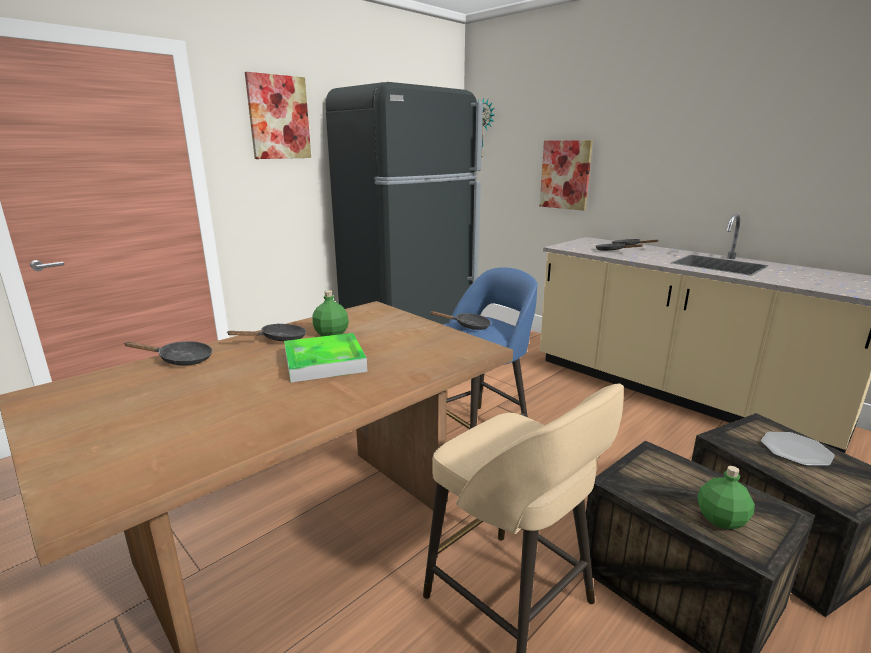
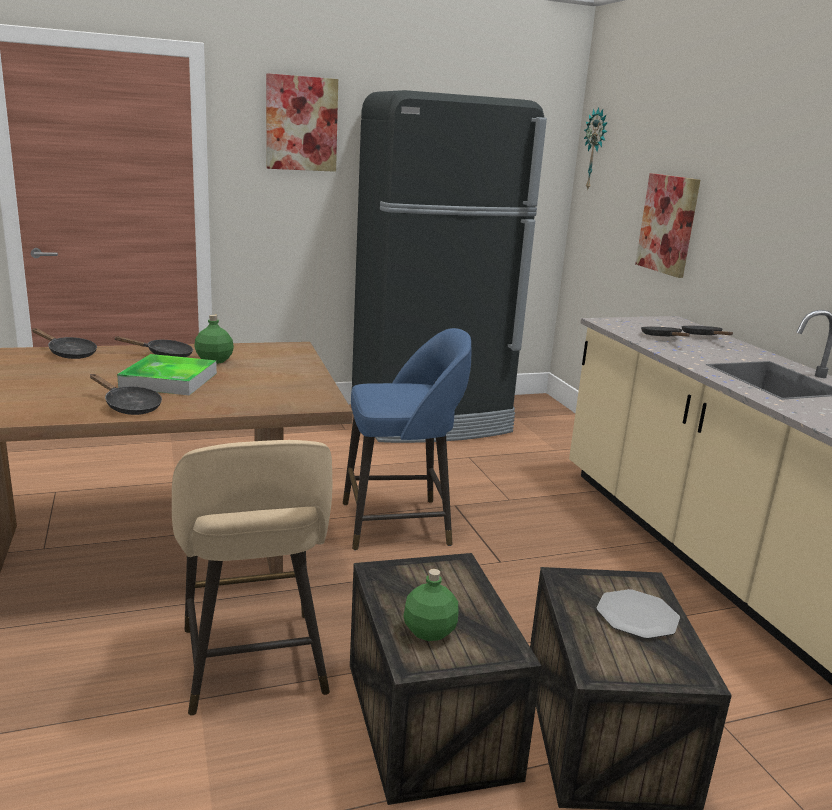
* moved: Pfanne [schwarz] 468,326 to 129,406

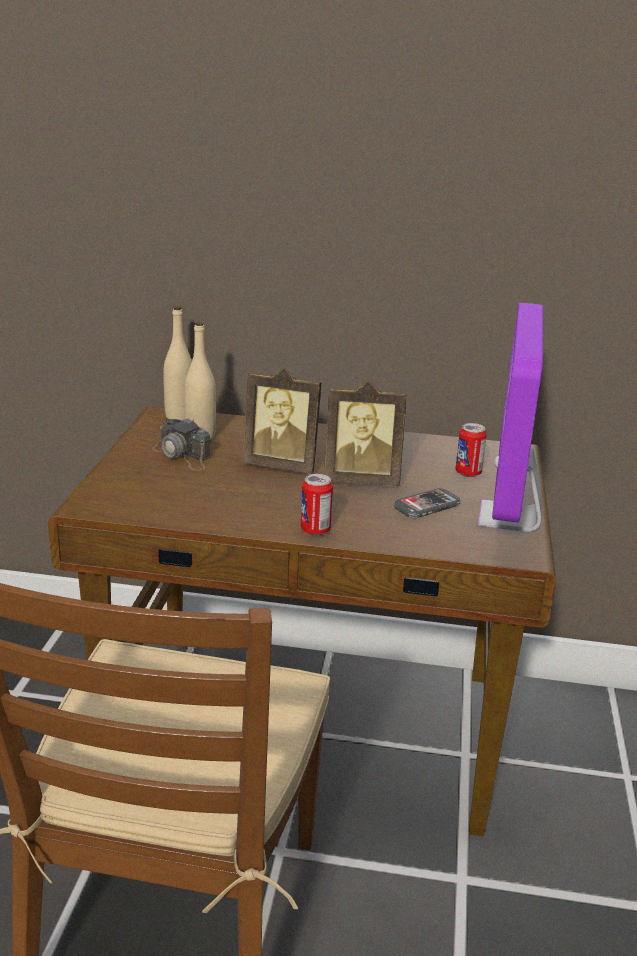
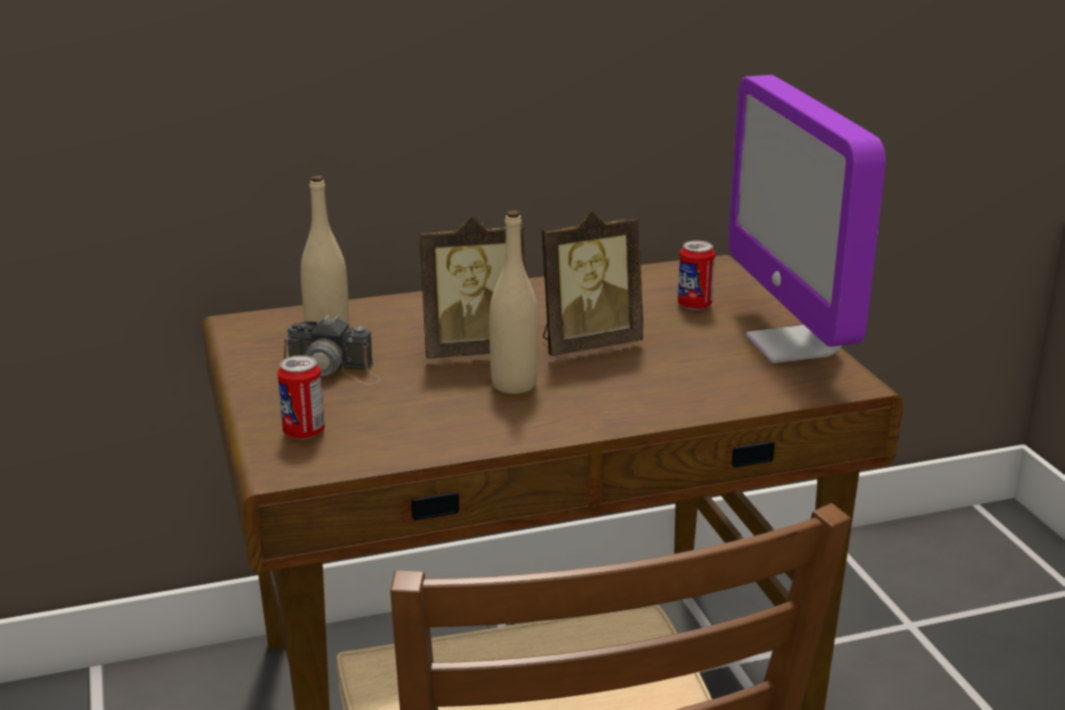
* moved: Flasche [beige] 179,417 to 514,385
* moved: Dose 315,530 to 304,432
* removed: Handy 427,505

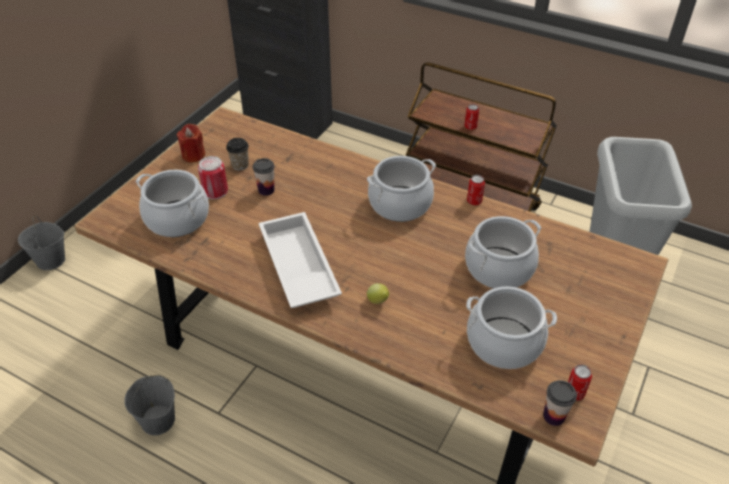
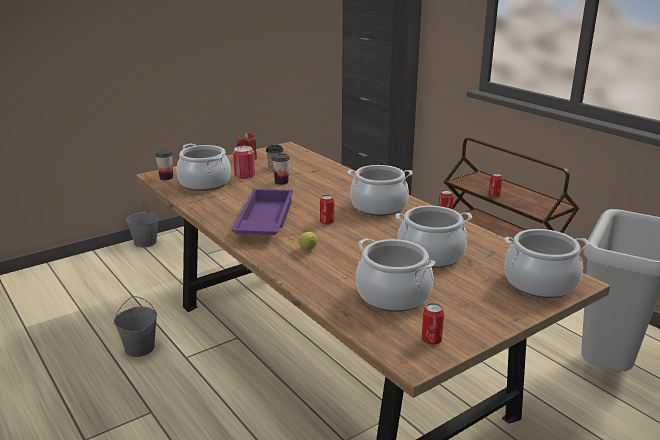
* recoloured: Tablett [weiß] 297,267 to Tablett [lila] 263,221
* moved: Tasse 554,416 to 166,177
* added: Dose 327,222
* added: Kochtopf 540,283

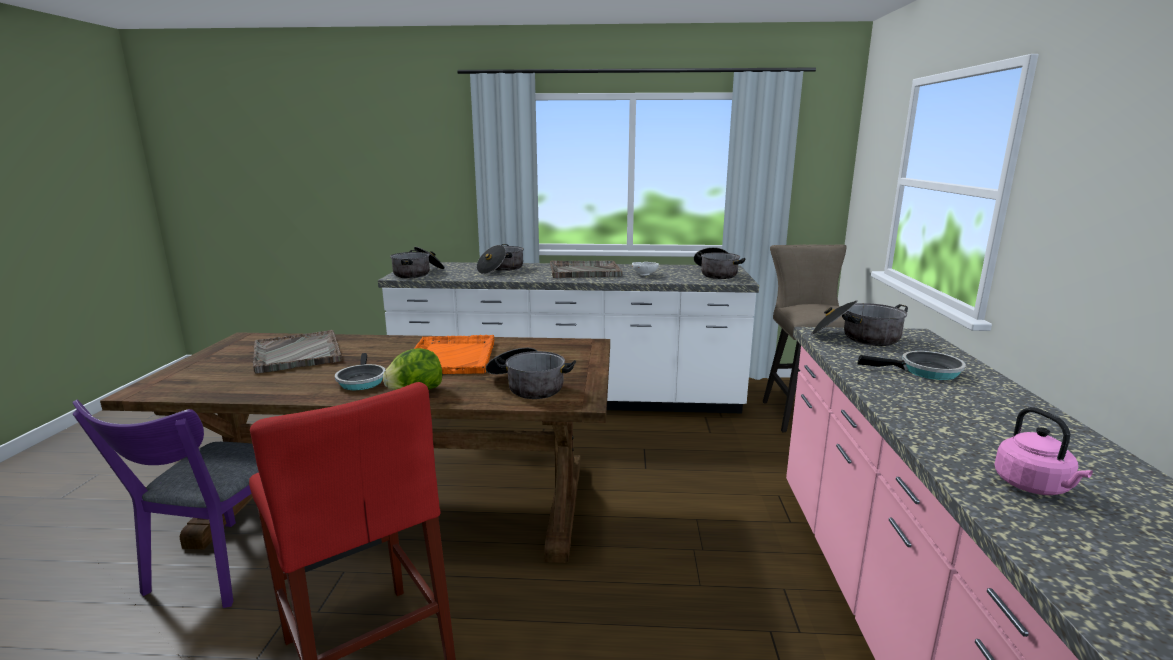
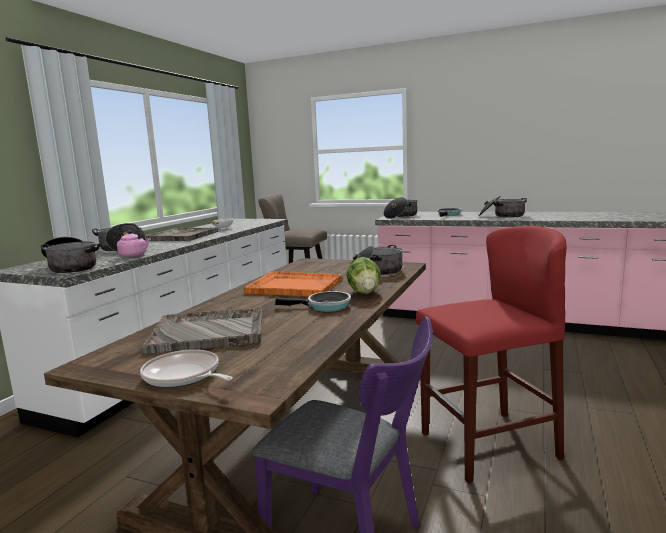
* moved: Kochtopf 716,274 to 502,216
* moved: Wasserkessel [rosa] 1034,486 to 134,256
* added: Pfanne 184,376

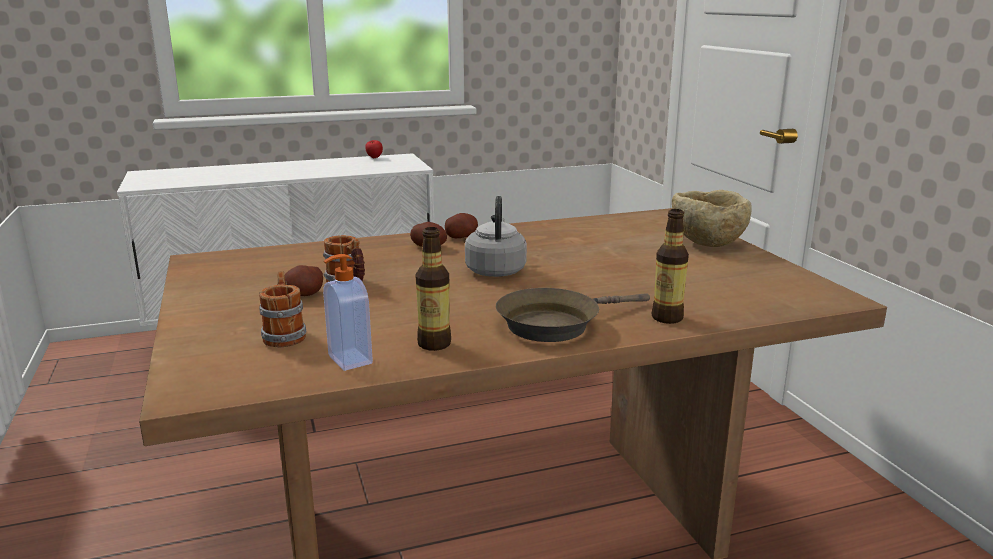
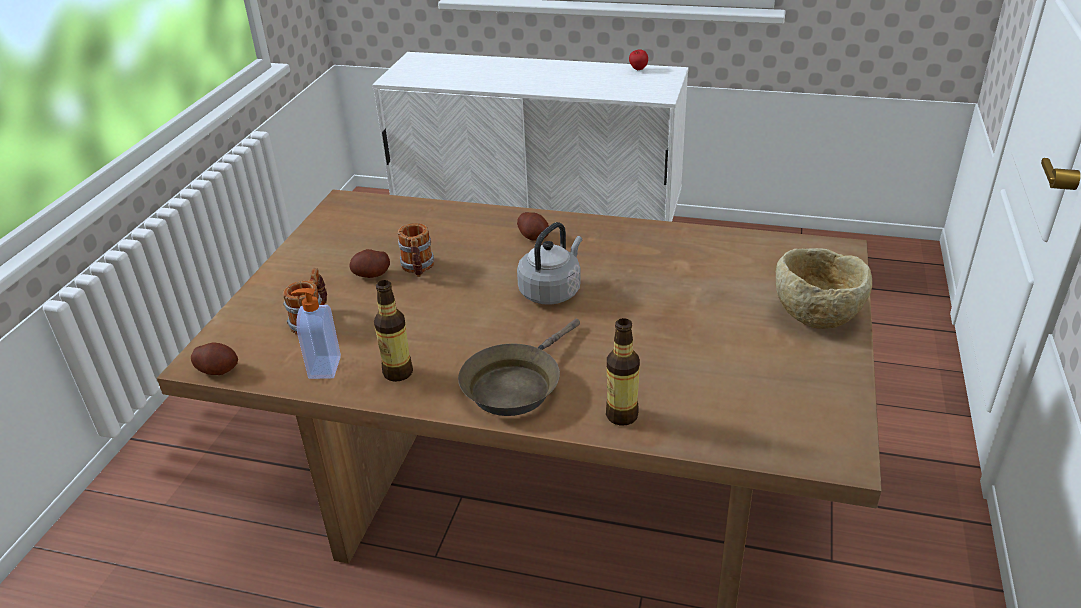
* moved: Kartoffel 461,237 to 218,370
* turned: Pfanne [braun] 555,324 = 515,385 60 degrees counterclockwise

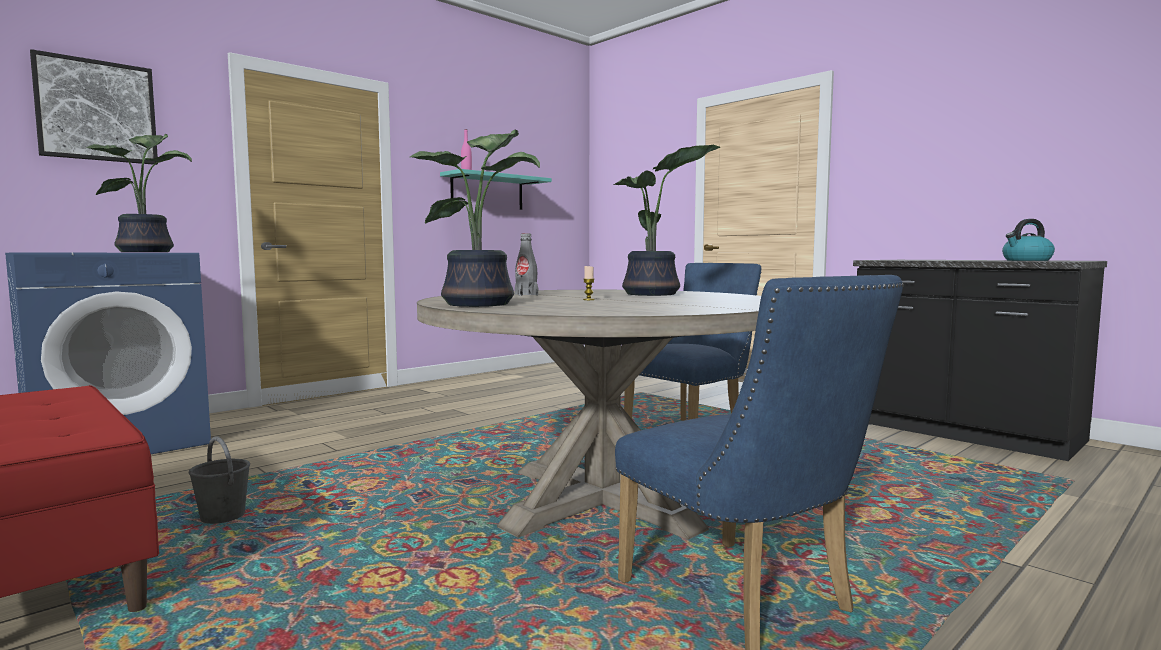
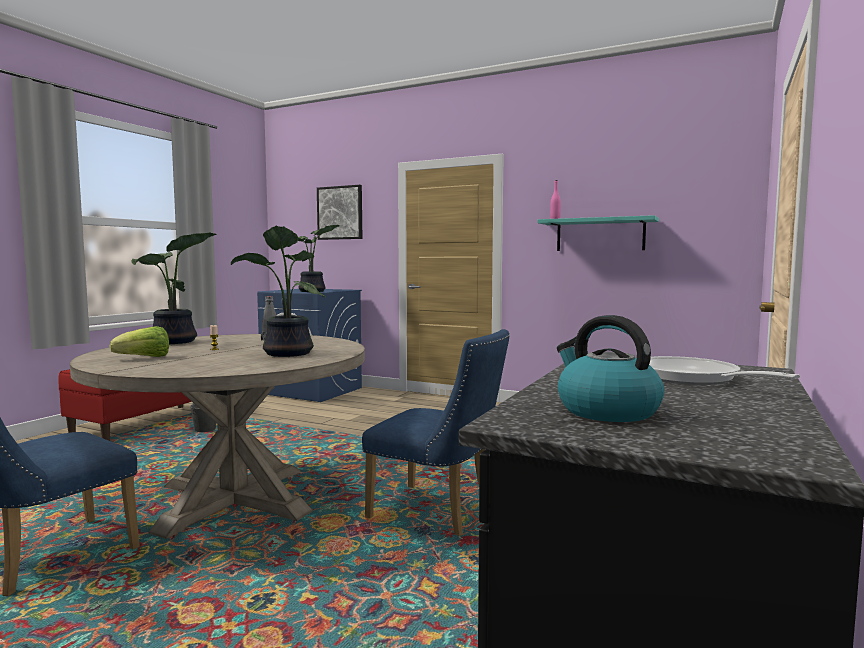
* added: Salatkopf 144,358
* added: Pfanne 692,379

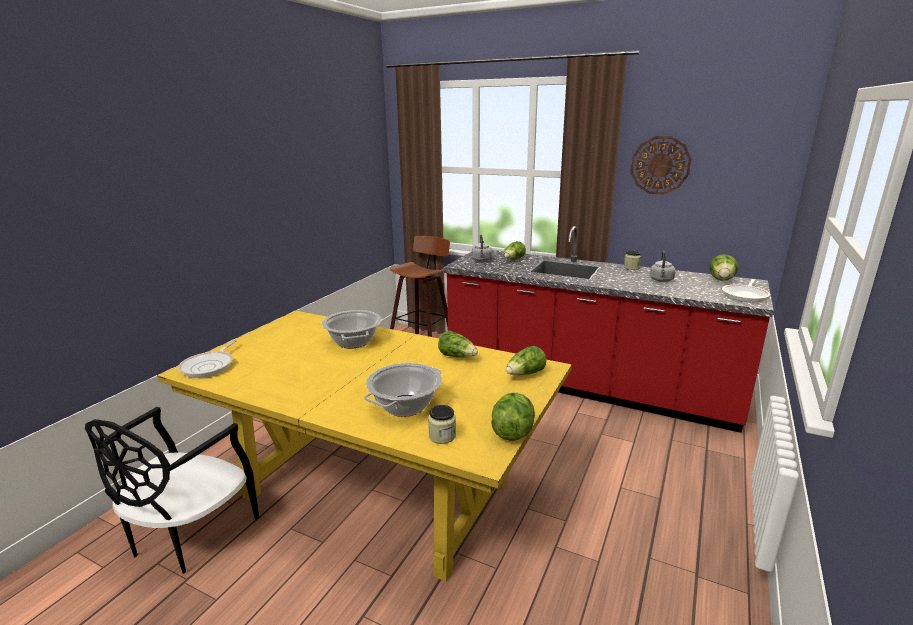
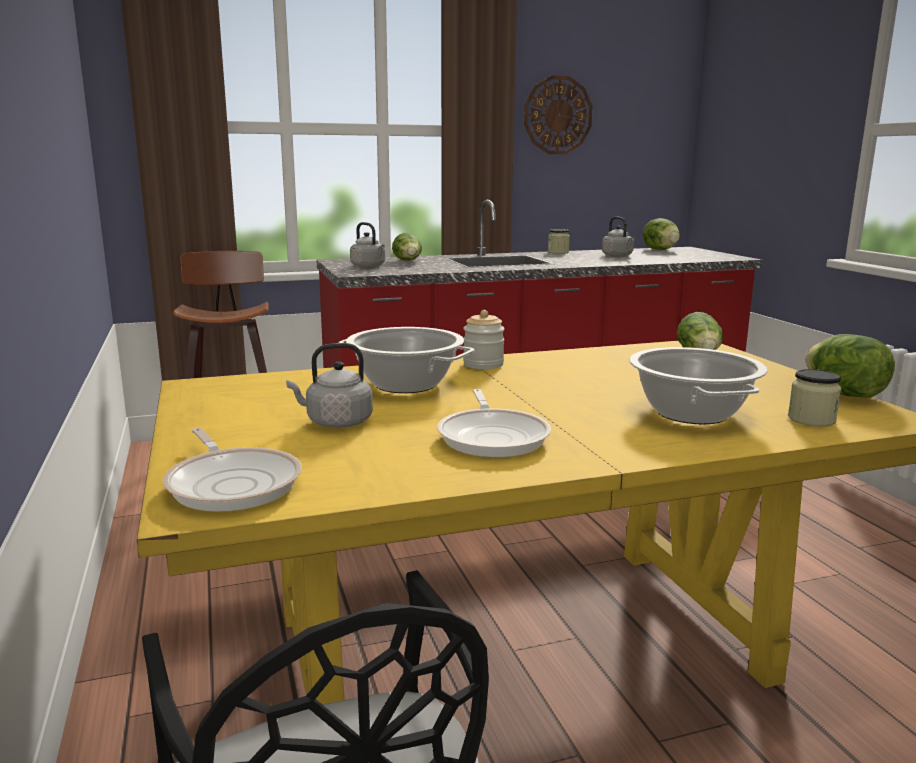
* removed: Salatkopf 457,356
* moved: Pfanne 745,295 to 493,437
* added: Wasserkessel [grau] 336,422
* added: Vorratsglas 483,364

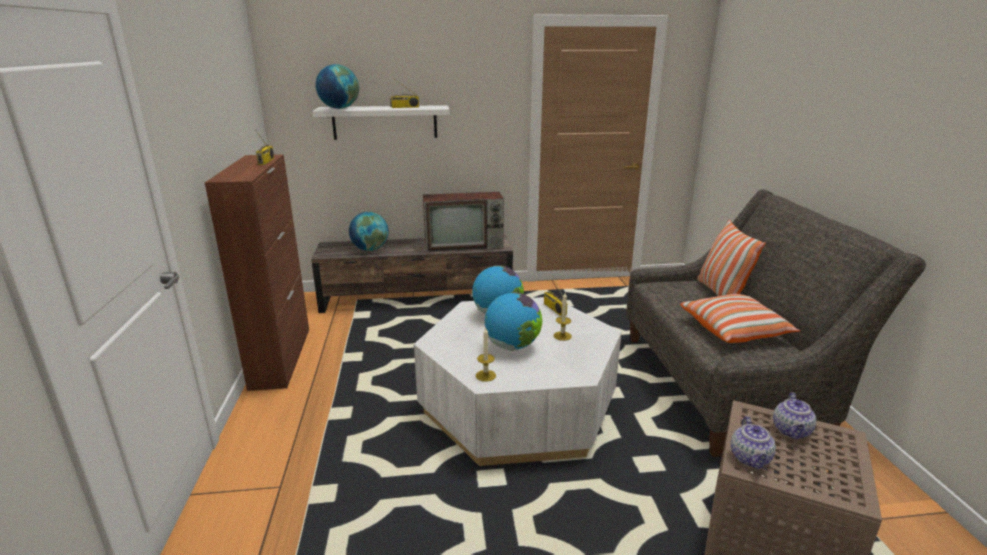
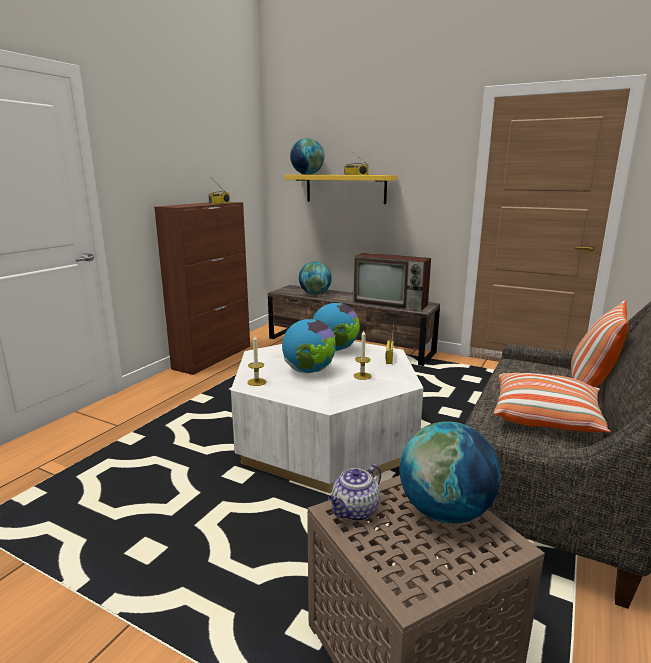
* recoloured: Wandregal [weiß] 385,122 to Wandregal [gelb] 345,189
* replaced: Teekanne 792,431 to Globus 445,512

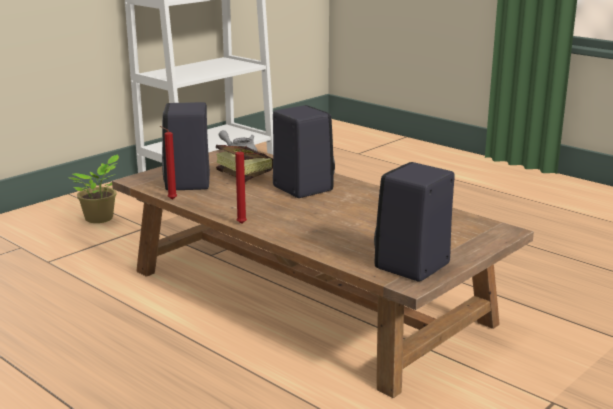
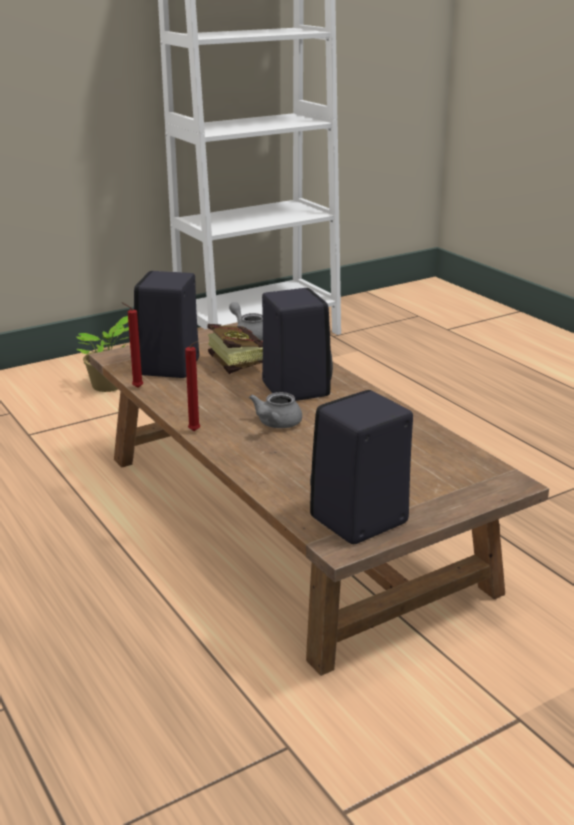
* added: Teekanne [grau] 276,424

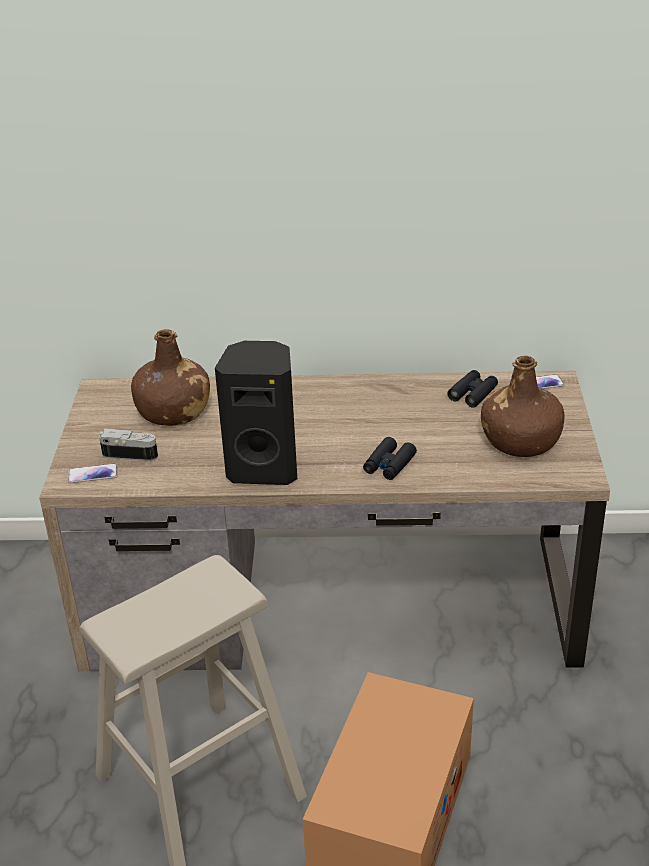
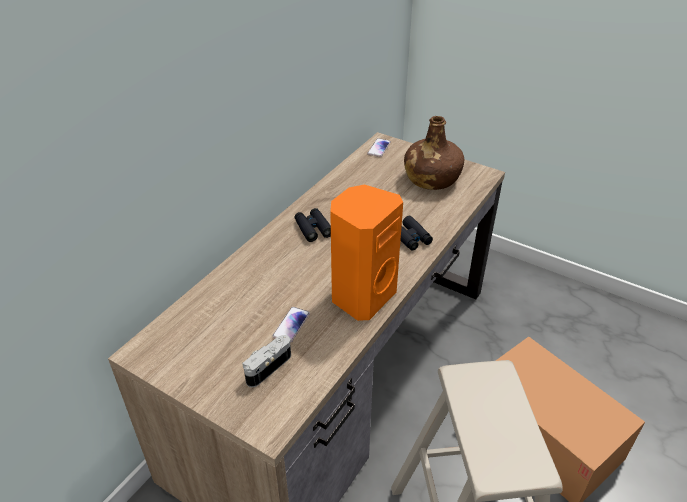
* moved: Handy 93,474 to 291,325
* removed: Flasche [braun] 173,412
* recoloured: Lautsprecher [schwarz] 264,468 to Lautsprecher [orange] 361,296
* moved: Fernglas [schwarz] 473,393 to 313,228

